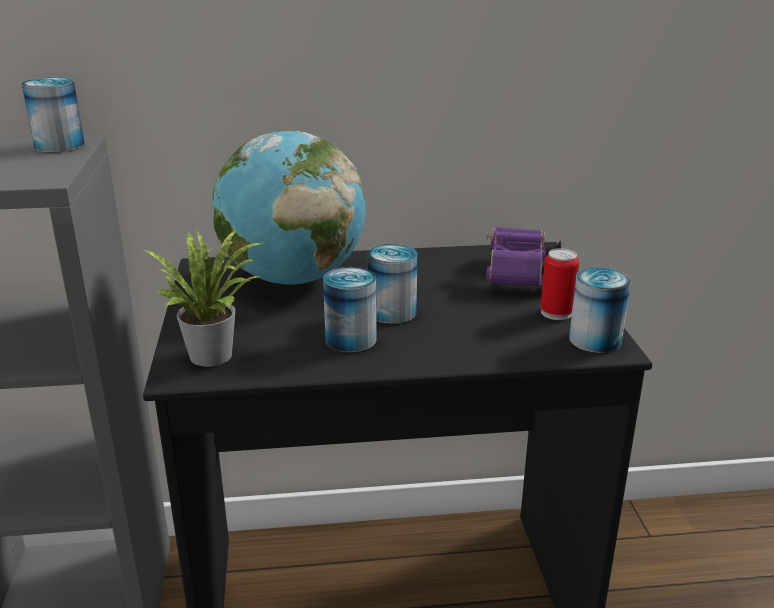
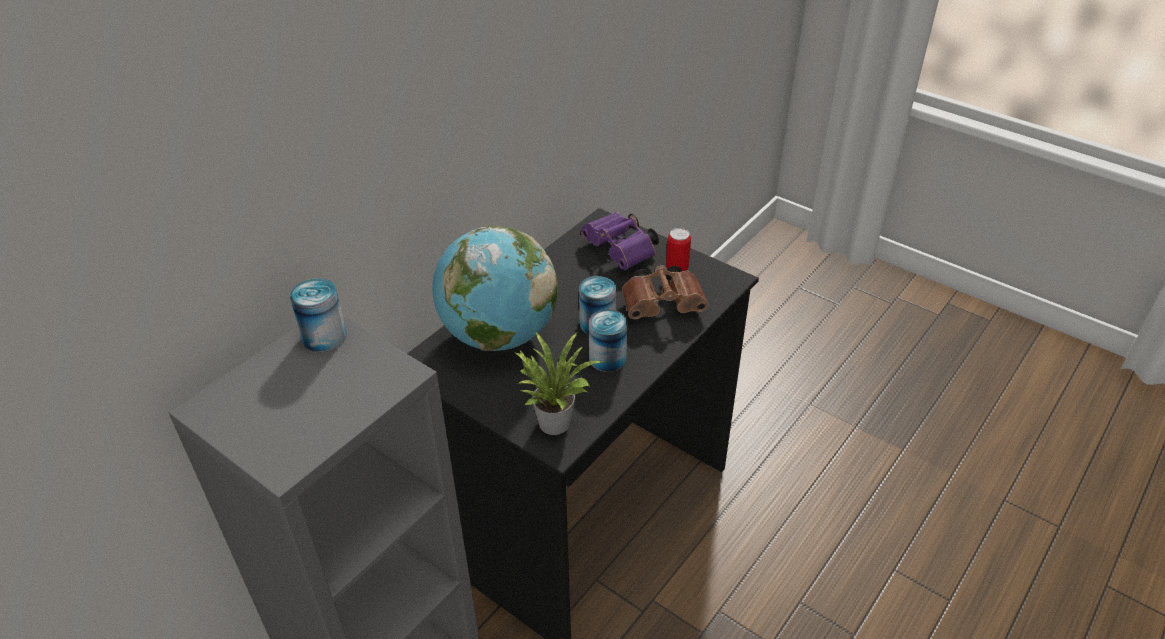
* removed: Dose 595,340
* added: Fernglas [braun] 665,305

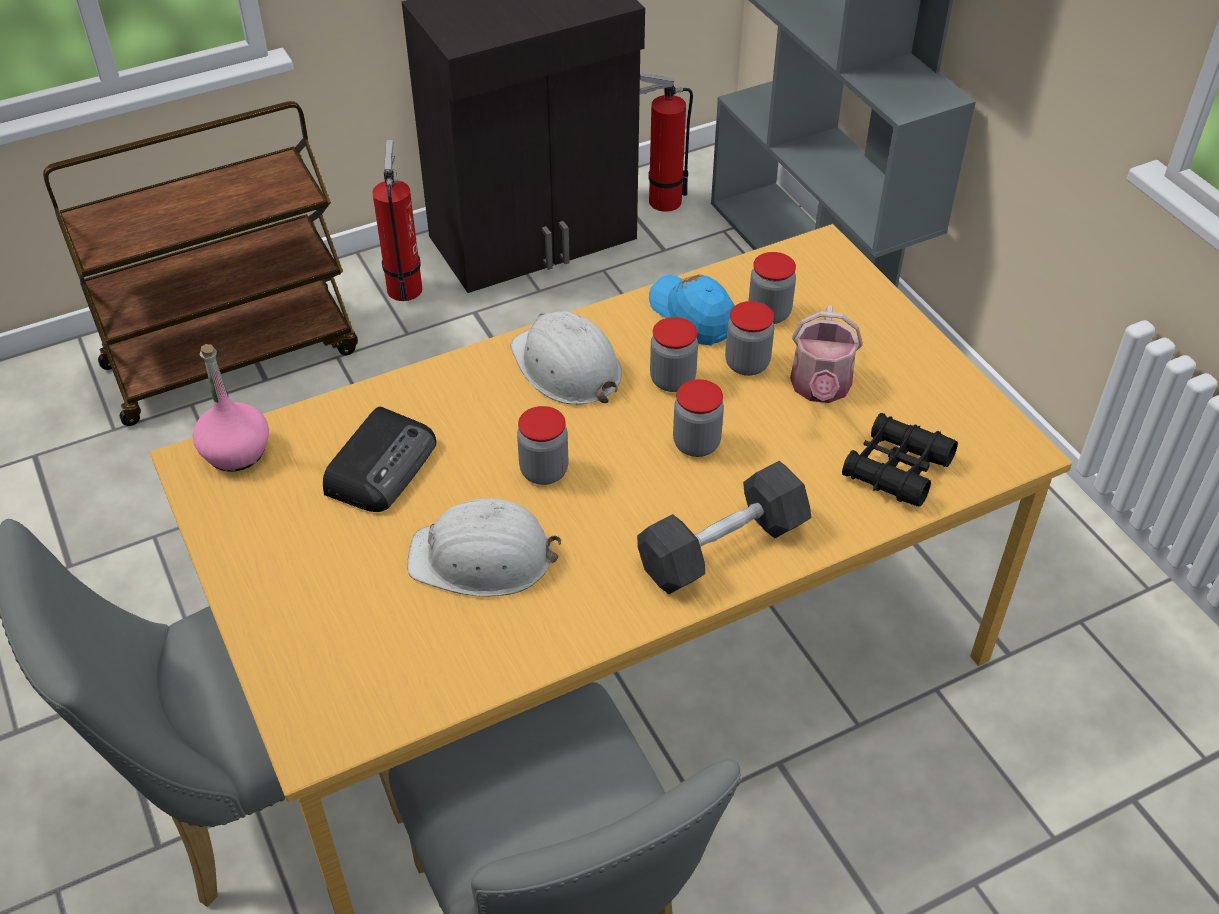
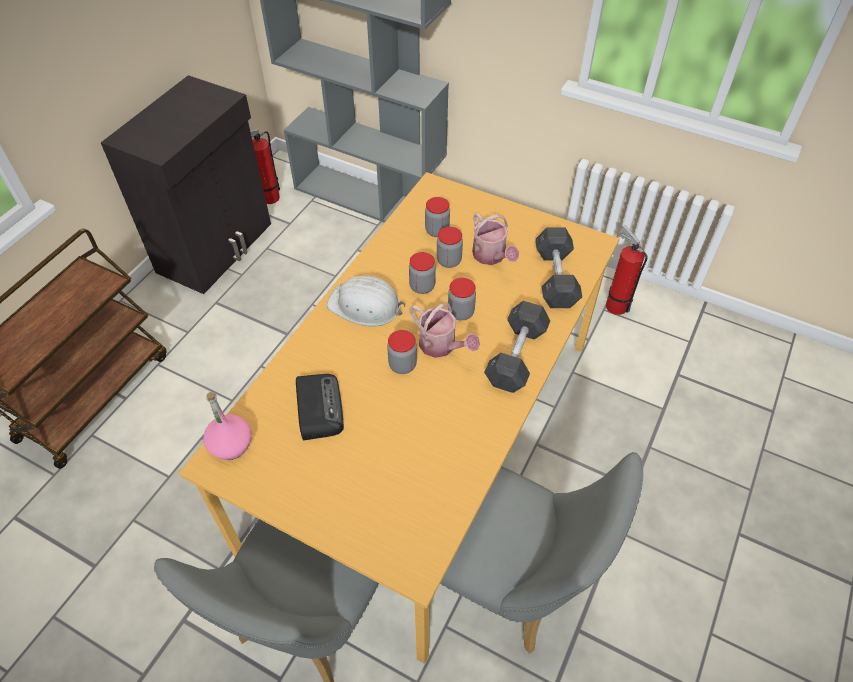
* moved: Feuerlöscher 405,286 to 614,304
* removed: Schutzhelm [weiß] 482,558
* removed: Kappe [blau] 692,315
* replaced: Fernglas [schwarz] 896,469 to Hantel [grau] 555,278
* added: Gießkanne 441,346

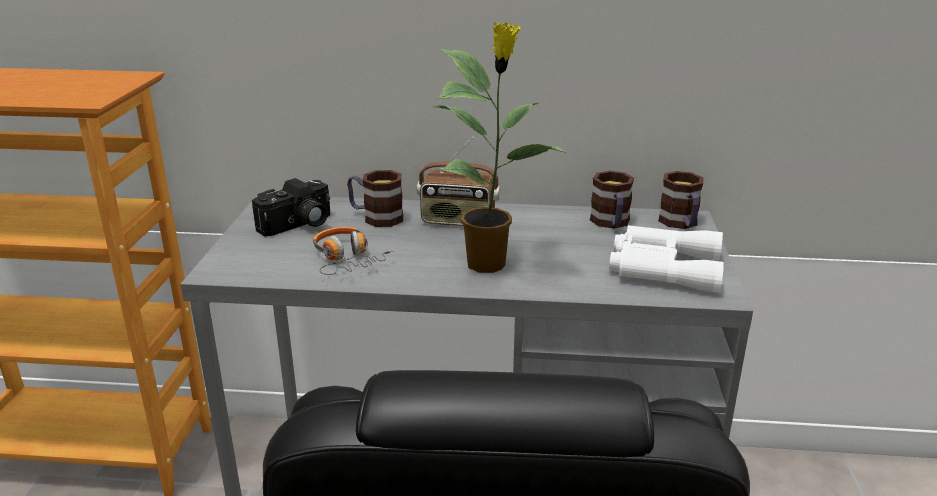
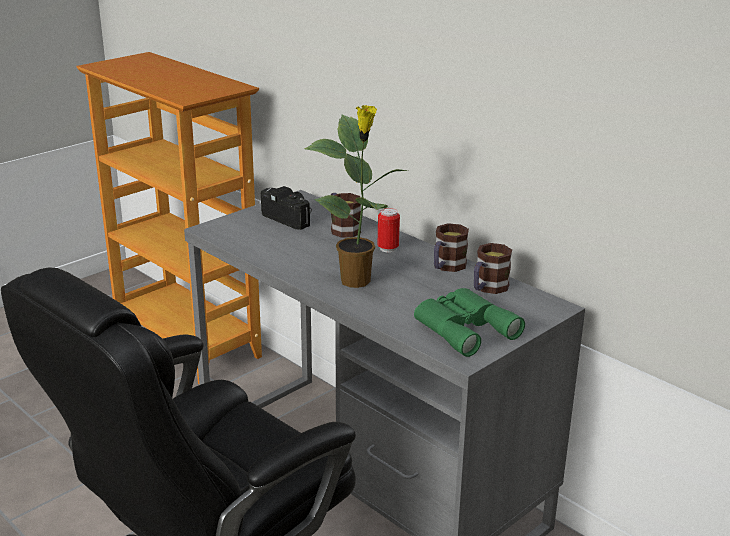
* turned: Kamera 298,225 = 290,217 135 degrees counterclockwise
* removed: Kopfhörer 346,259
* replaced: Radio 458,221 to Dose 388,248
* recoloured: Fernglas [weiß] 661,267 to Fernglas [grün] 463,327
* moved: Henkelbecher 681,224 to 446,267

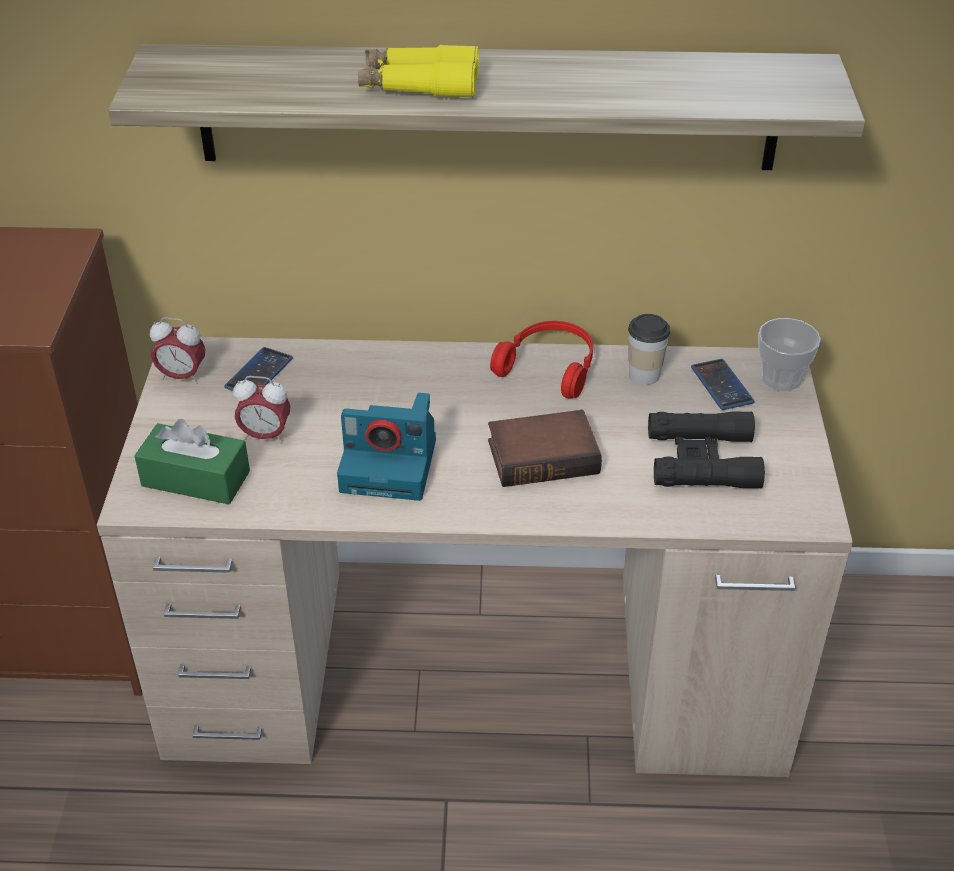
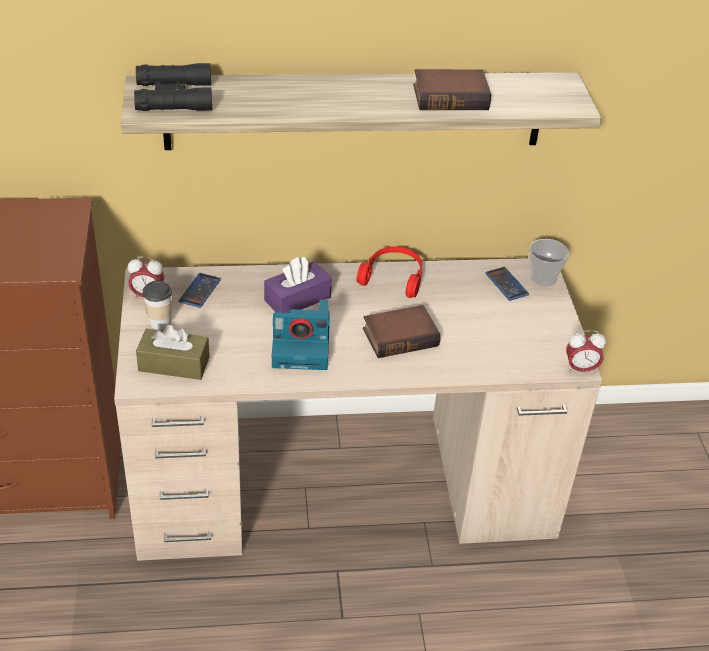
* recoloured: Taschentuchbox [grün] 196,478 to Taschentuchbox [braun] 174,364
* moved: Wecker 265,436 to 580,369
* removed: Fernglas [gelb] 419,85
* moved: Tasse 644,375 to 160,322
* moved: Fernglas [schwarz] 702,460 to 174,97
* added: Taschentuchbox [lila] 297,299
* added: Buch 451,96

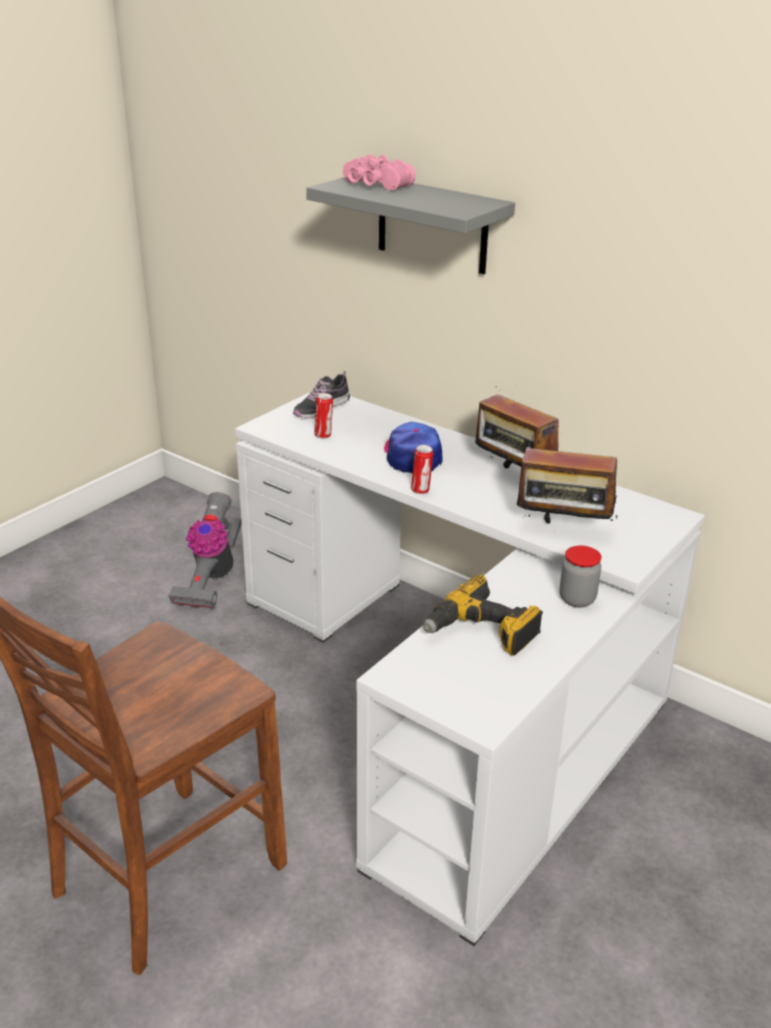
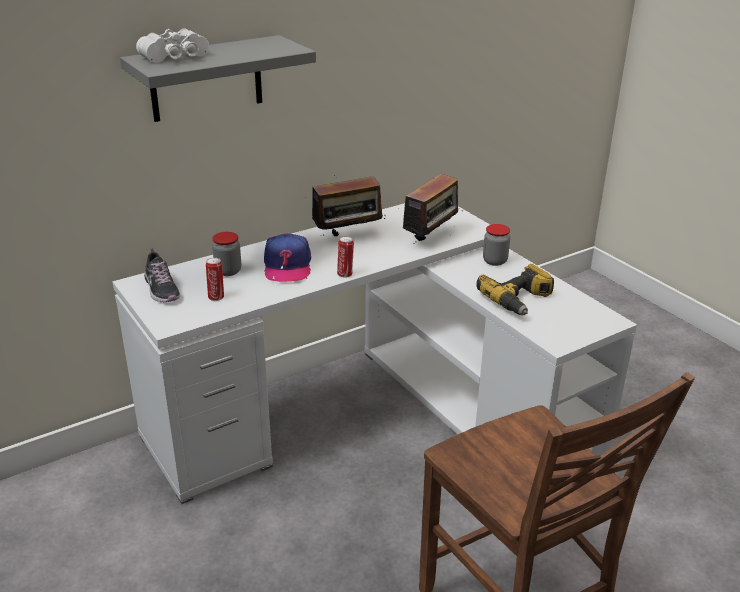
* removed: Staubsauger 211,577
* recoloured: Fernglas [rosa] 374,185 to Fernglas [weiß] 176,58
* turned: Kappe 412,455 = 287,266 105 degrees counterclockwise
* added: Vorratsglas 228,271

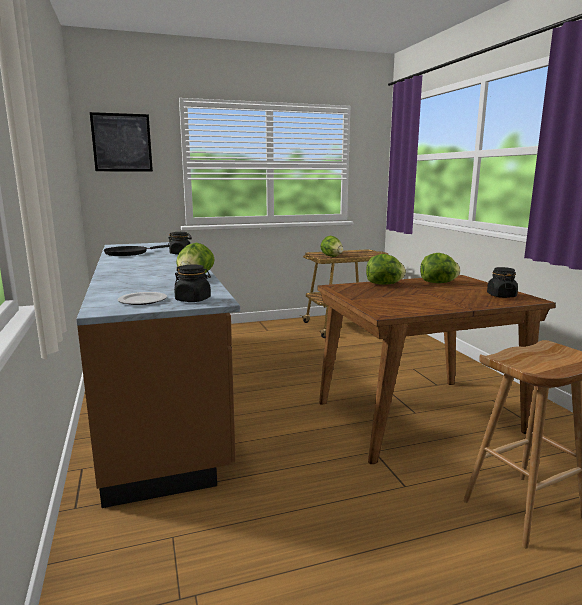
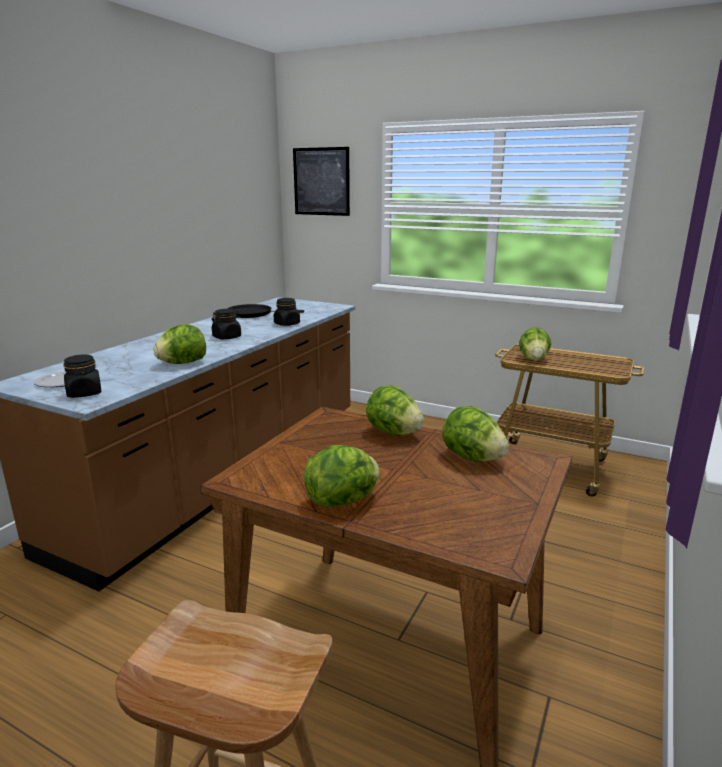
* moved: Vorratsglas [schwarz] 501,295 to 227,337
* added: Salatkopf 343,501

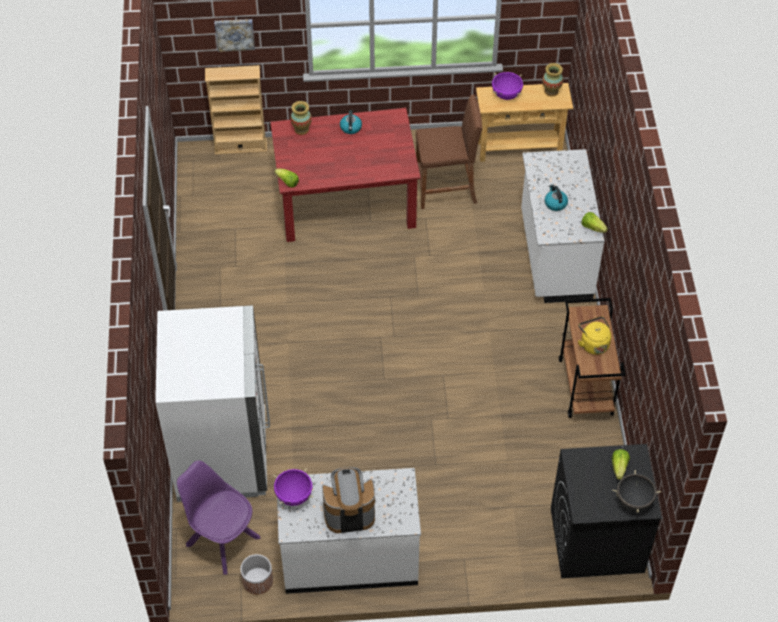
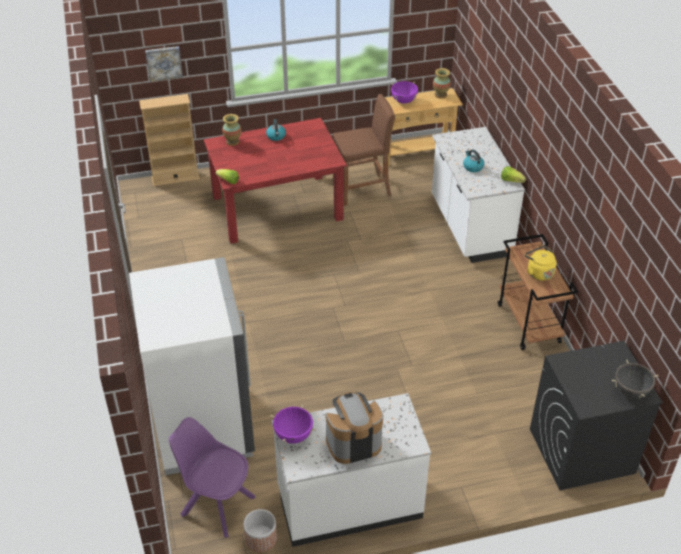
* removed: Salatkopf 619,467

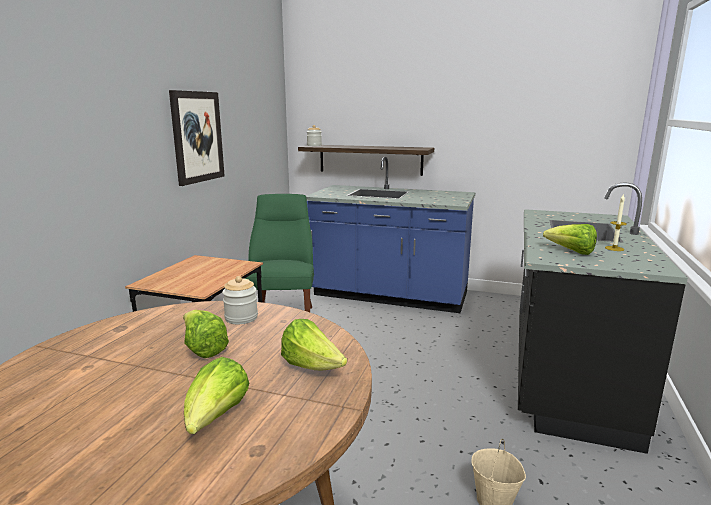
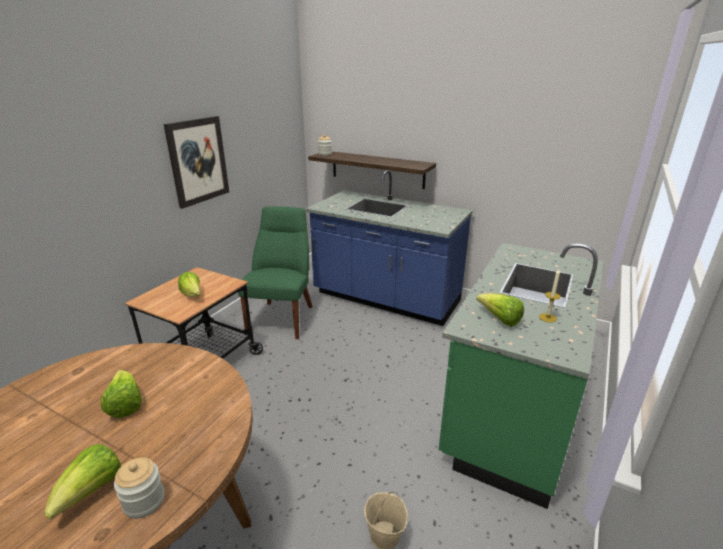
* moved: Vorratsglas 241,318 to 144,501
* moved: Salatkopf 312,367 to 192,295
* recoloured: Küchenzeile [schwarz] 565,375 to Küchenzeile [grün] 510,410

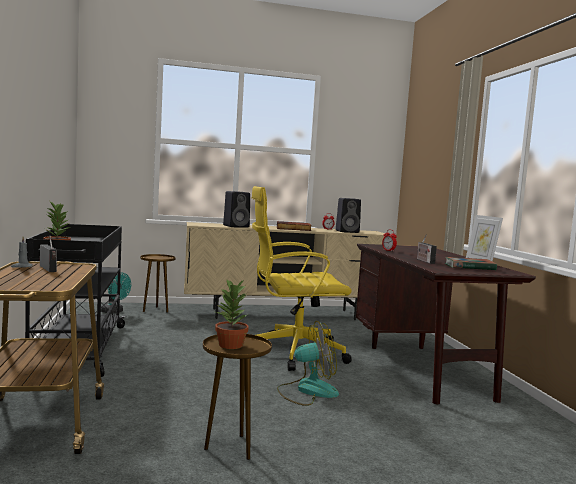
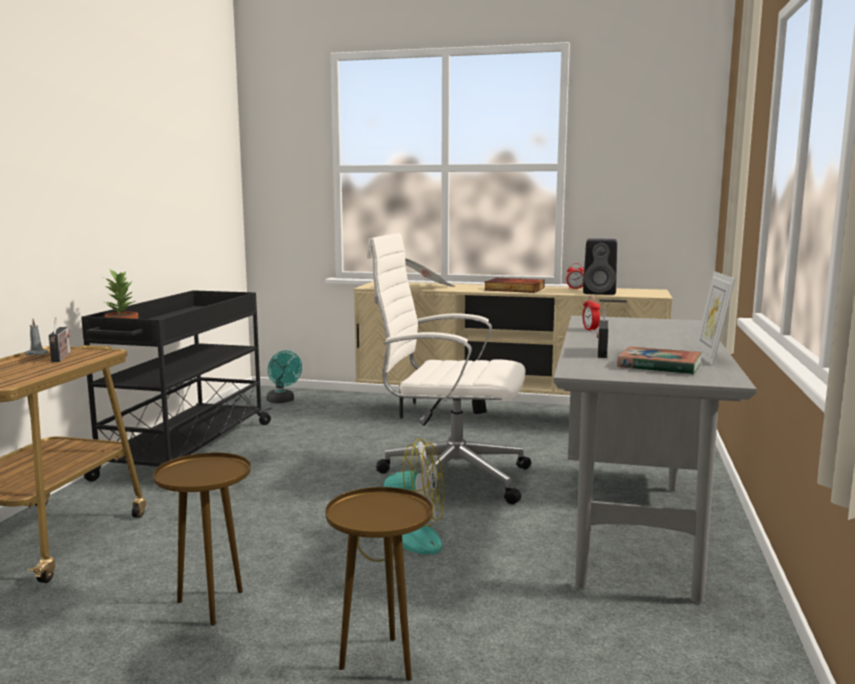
* moved: Beistelltisch [braun] 156,310 to 381,661
* removed: Topfpflanze 231,345
* replaced: Lautsprecher [schwarz] 236,226 to Zeitung 427,287
* recoloured: Bürostuhl [gelb] 292,352 to Bürostuhl [weiß] 449,478
* recoloured: Schreibtisch [braun] 422,367 to Schreibtisch [grau] 633,522

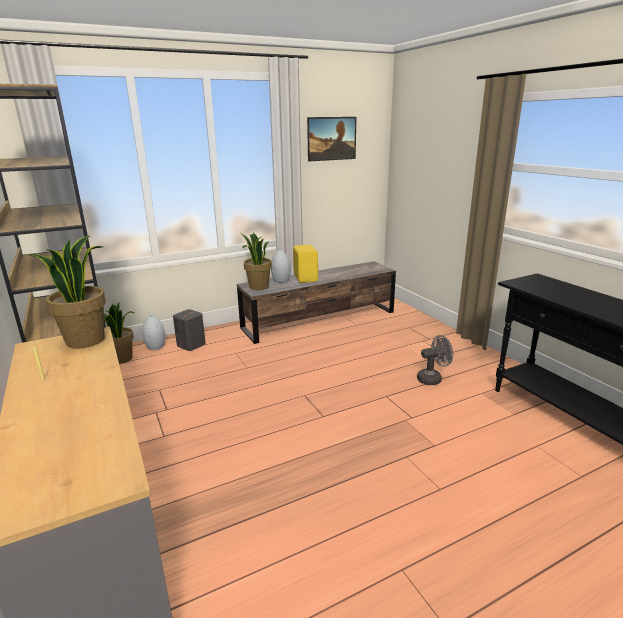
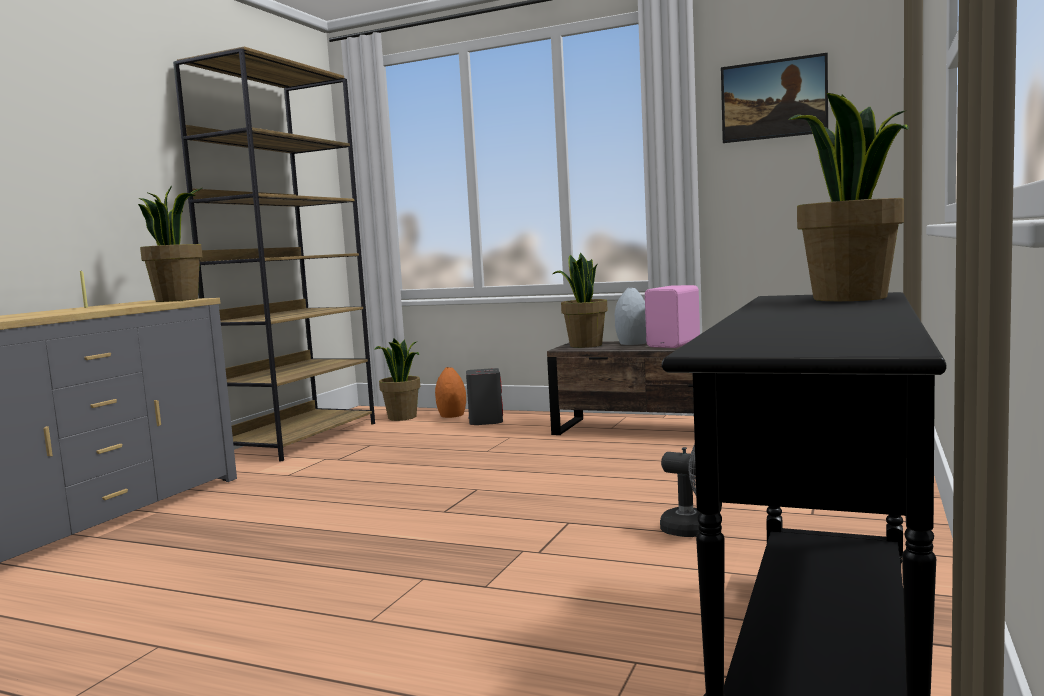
* recoloured: Vase [grau] 155,347 to Vase [orange] 451,415
* recoloured: Lautsprecher [gelb] 306,278 to Lautsprecher [rosa] 675,344
* added: Topfpflanze 850,298

